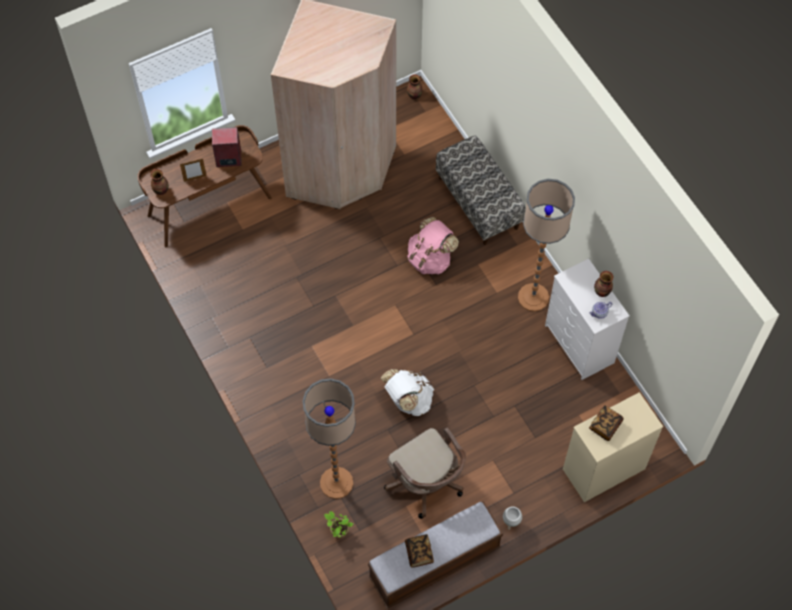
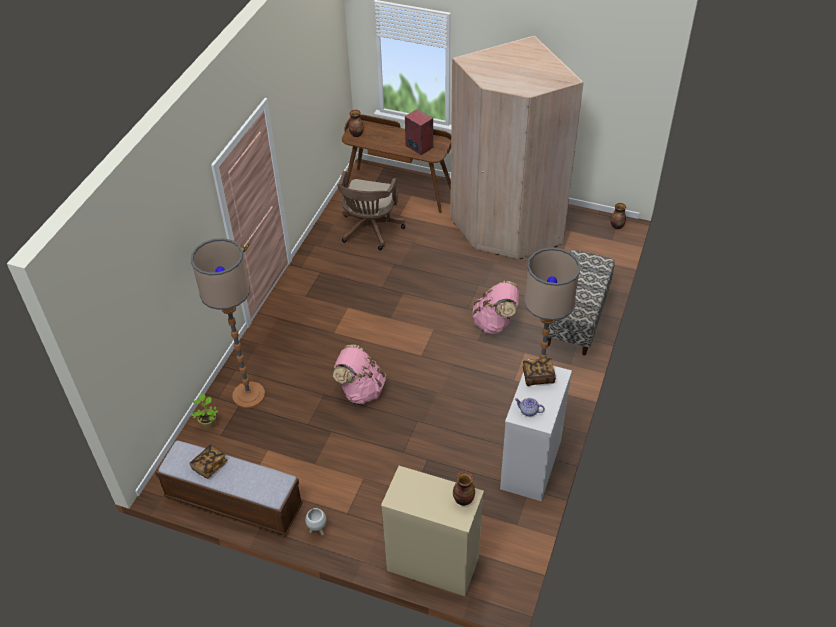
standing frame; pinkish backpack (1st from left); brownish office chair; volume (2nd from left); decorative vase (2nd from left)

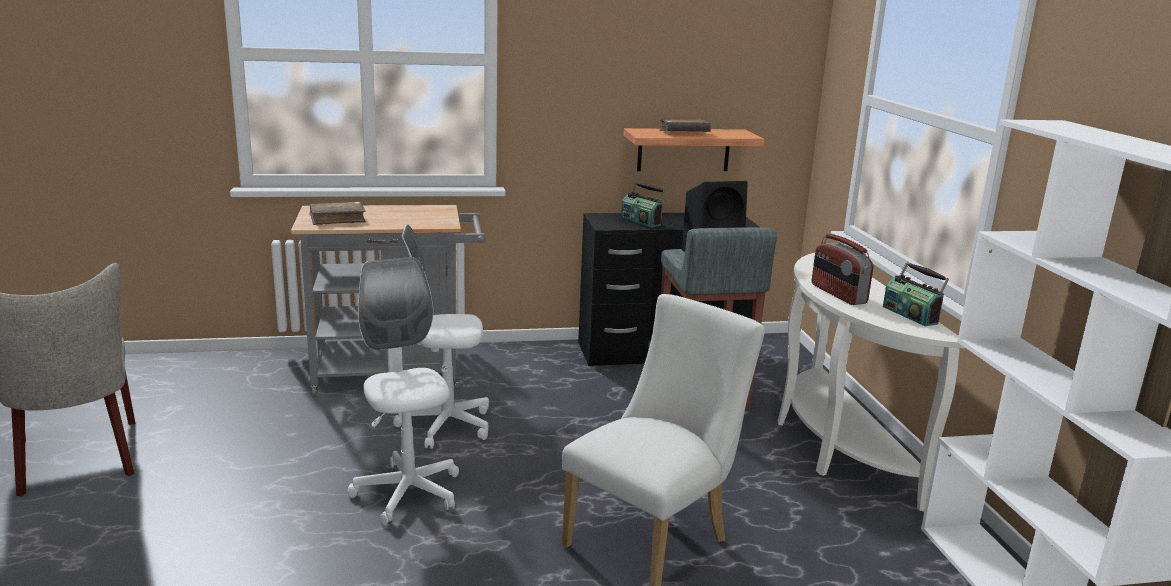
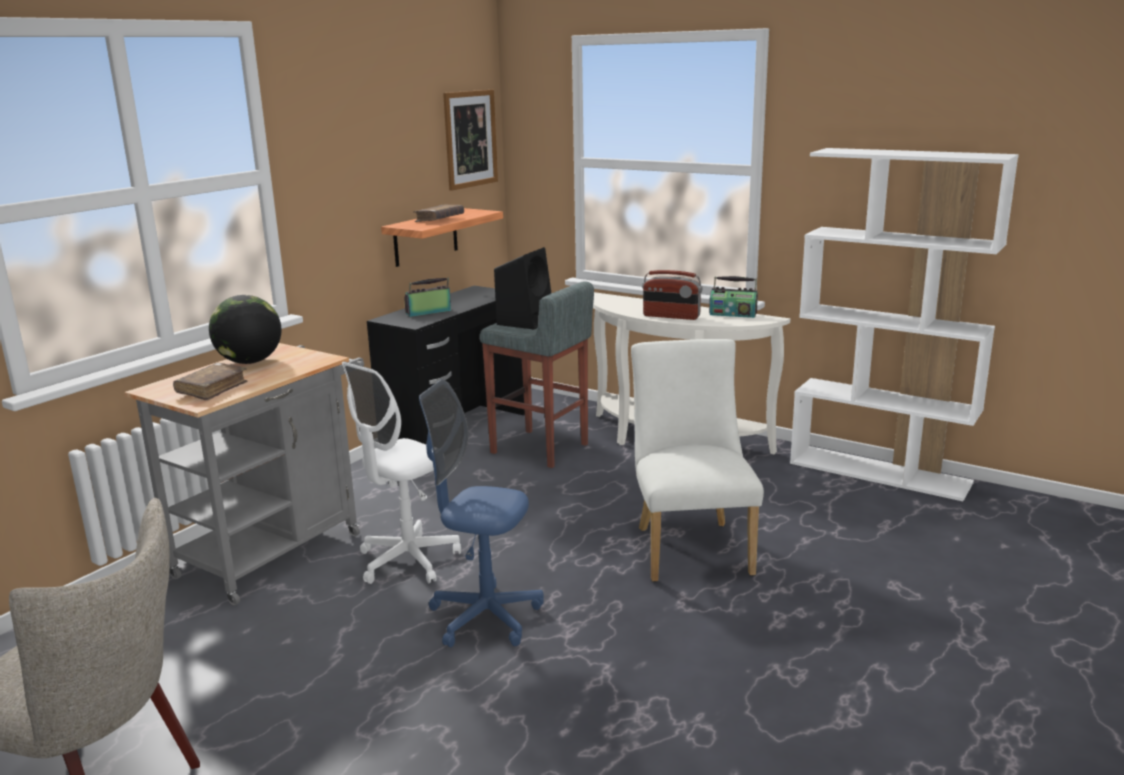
blue-coloured office chair; radio (1st from left); desk globe; wall art

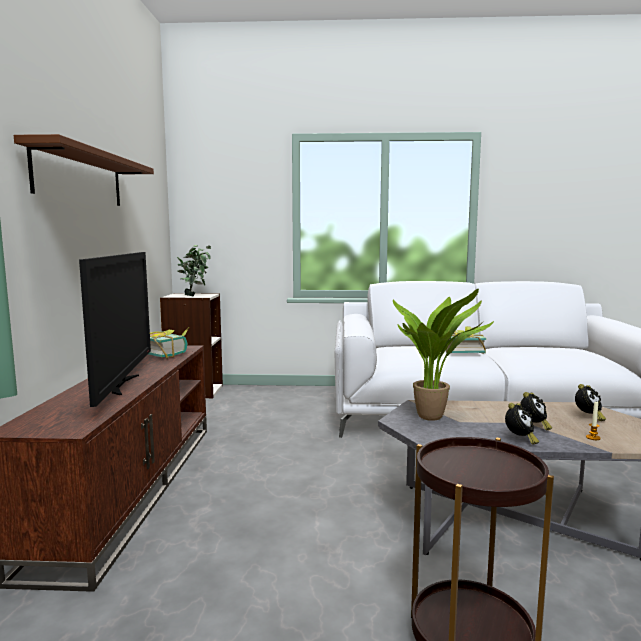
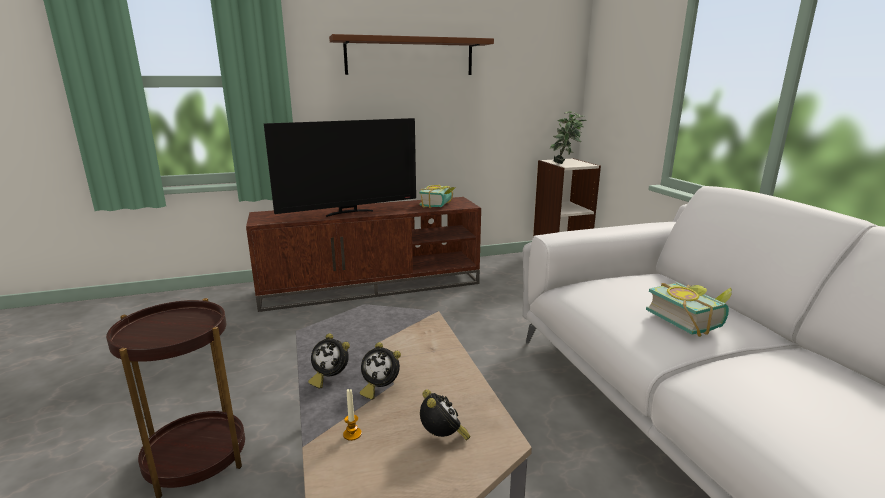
houseplant (2nd from left in the first image); table clock (3rd from left)

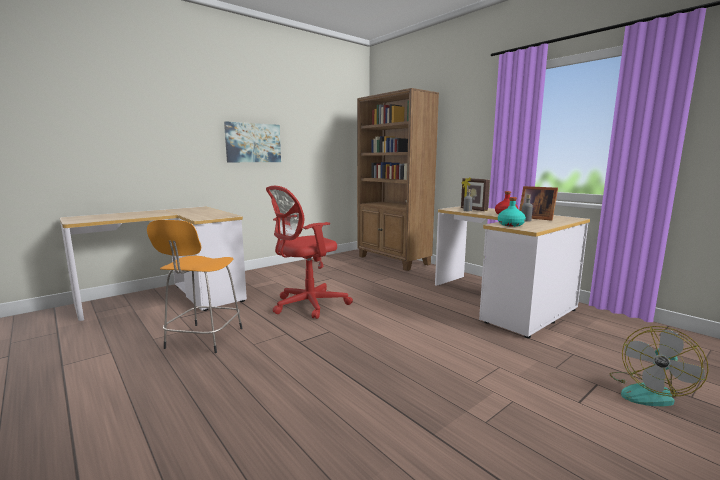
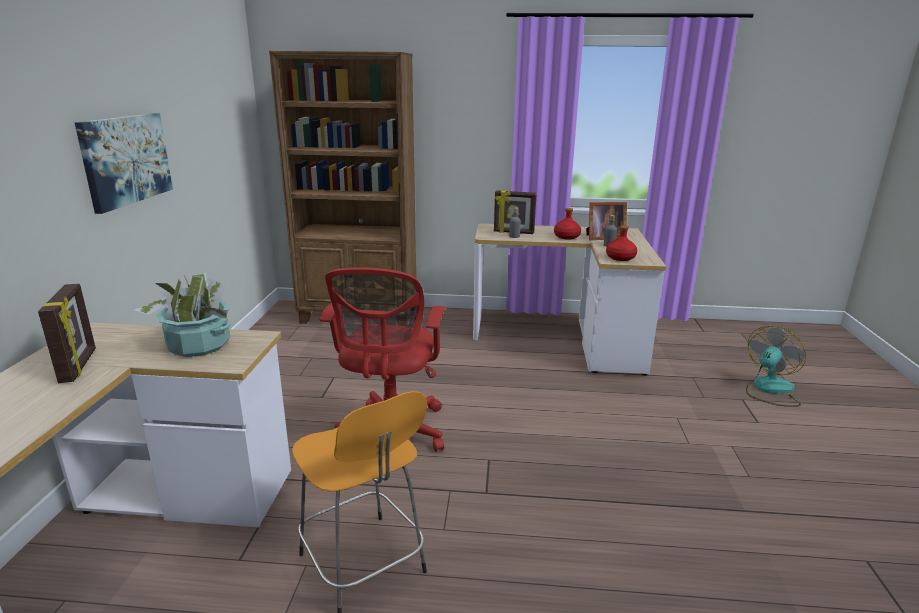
red-coloured beverage bottle (2nd from left); fan; standing frame (1st from left); houseplant

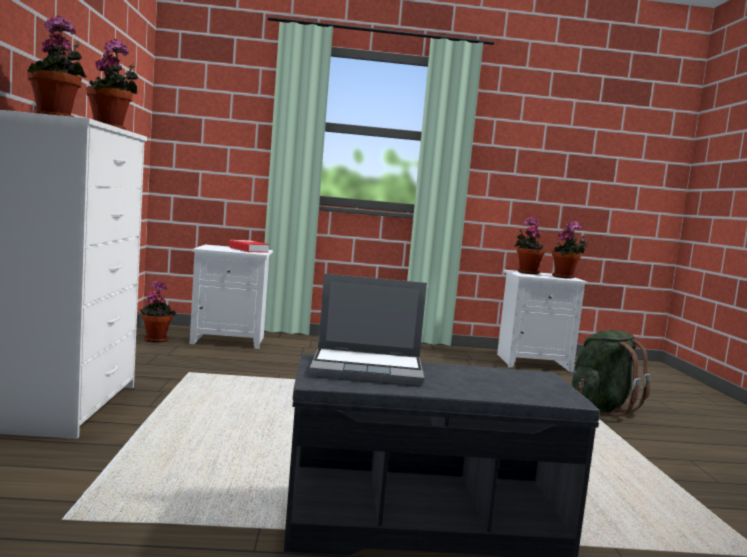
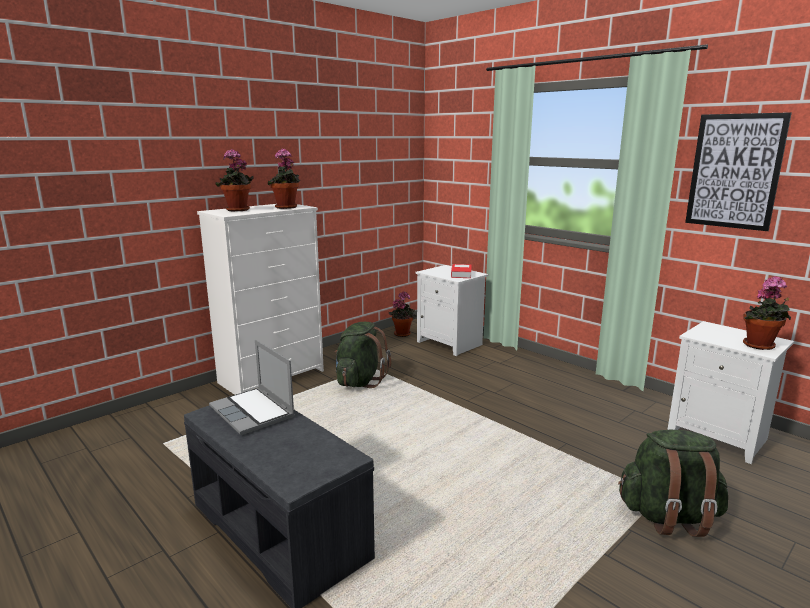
houseplant (4th from left in the first image); greenish backpack (1st from left); wall art

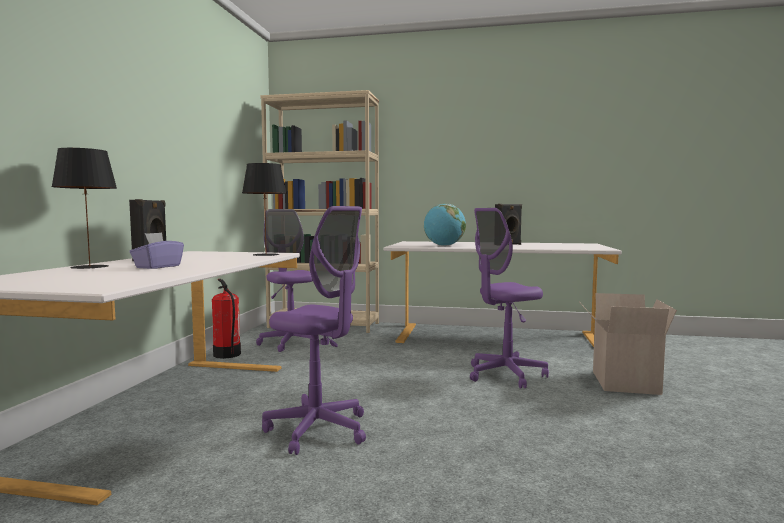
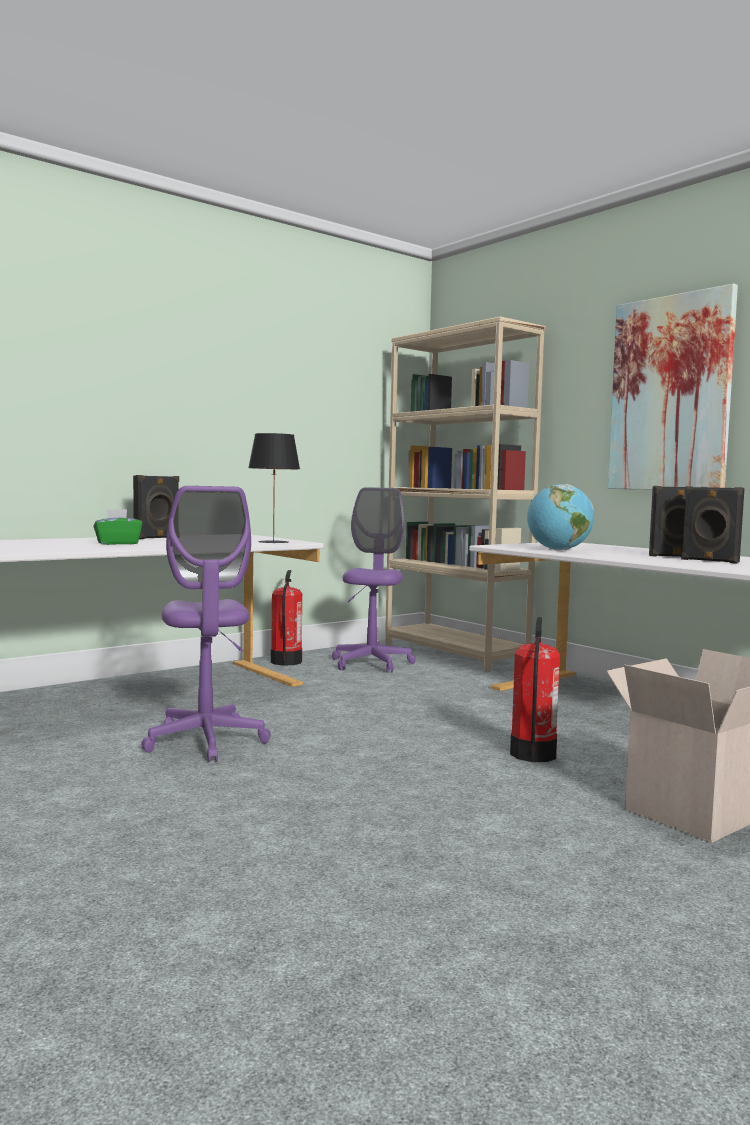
black-coloured tabletop lamp (1st from left in the first image); greenish tissue box; extinguisher (2nd from left); wall art; black-coloured audio speaker (3rd from left)

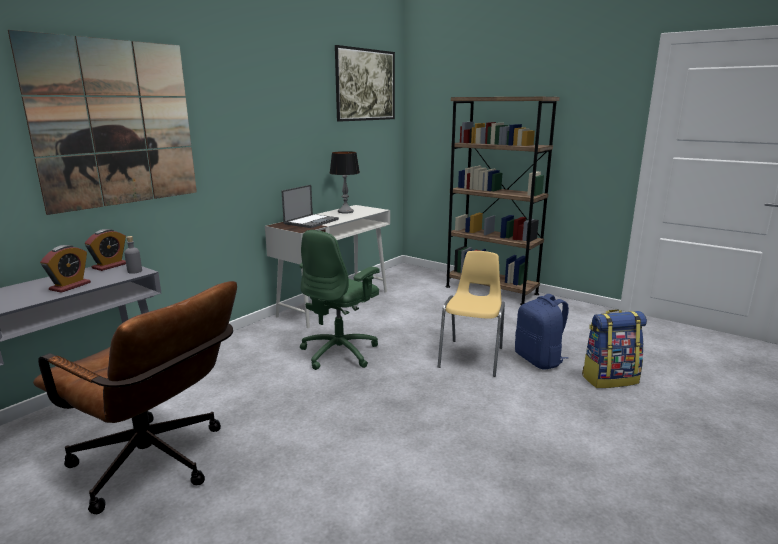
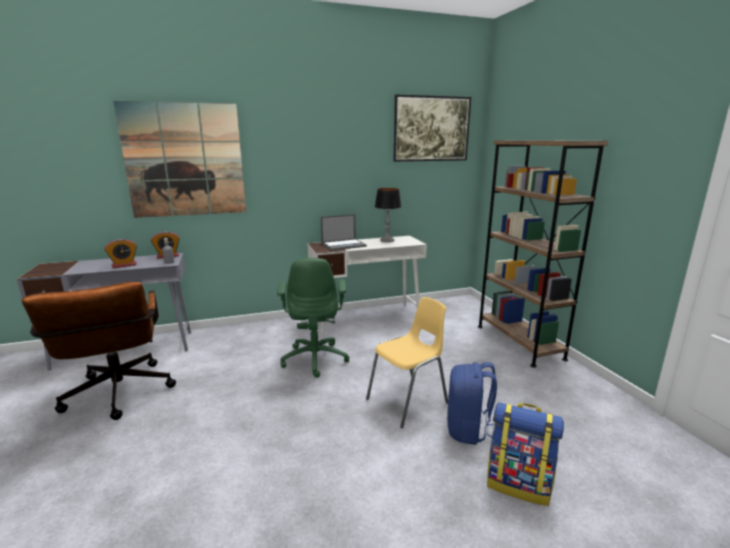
greenish office chair

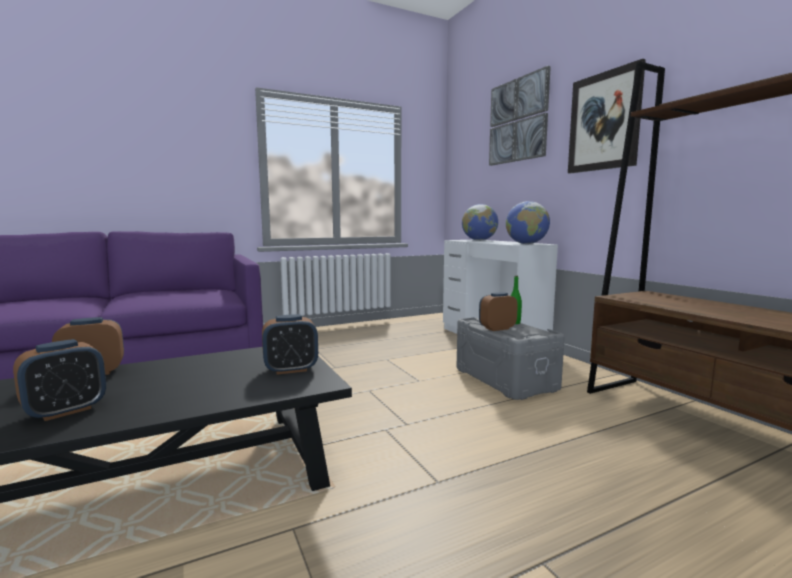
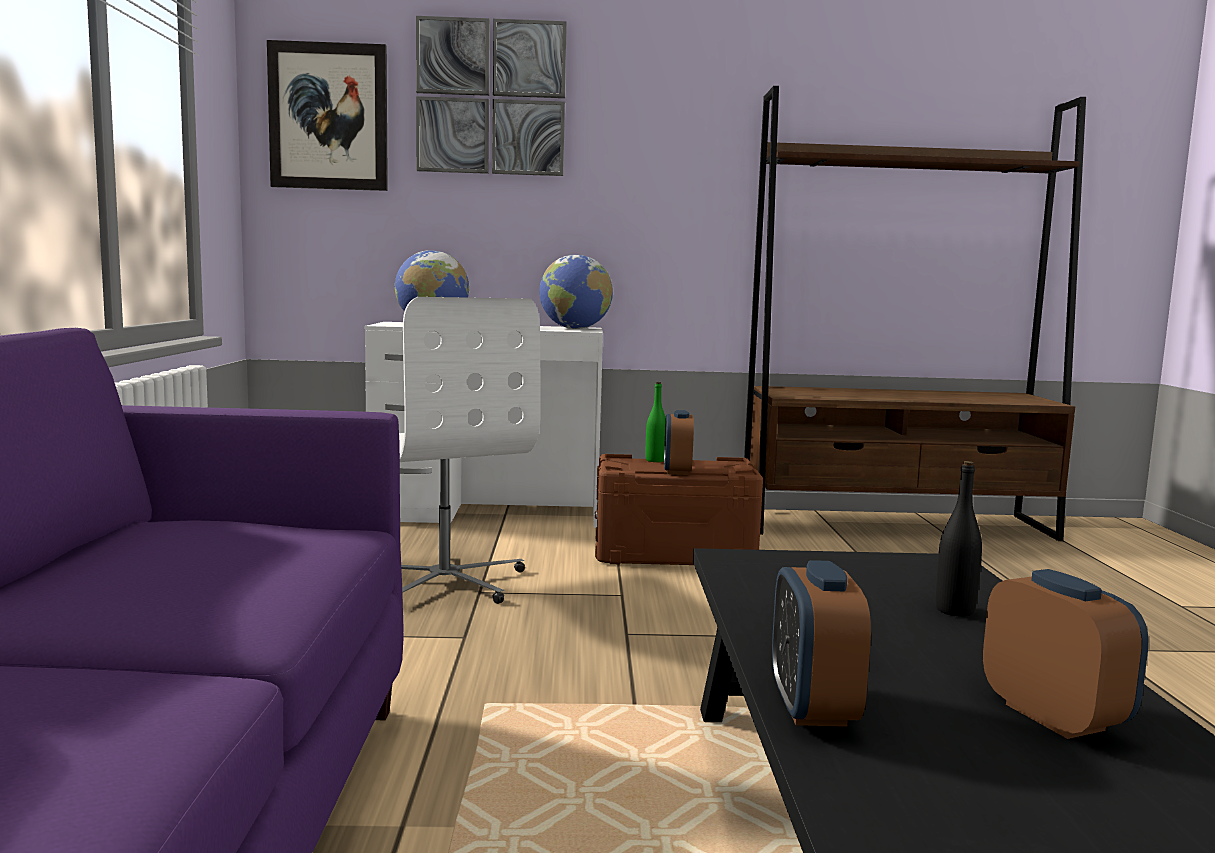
table clock (3rd from left in the first image); brownish storage box; wall art (1st from left); whitish office chair; black-coloured beverage bottle

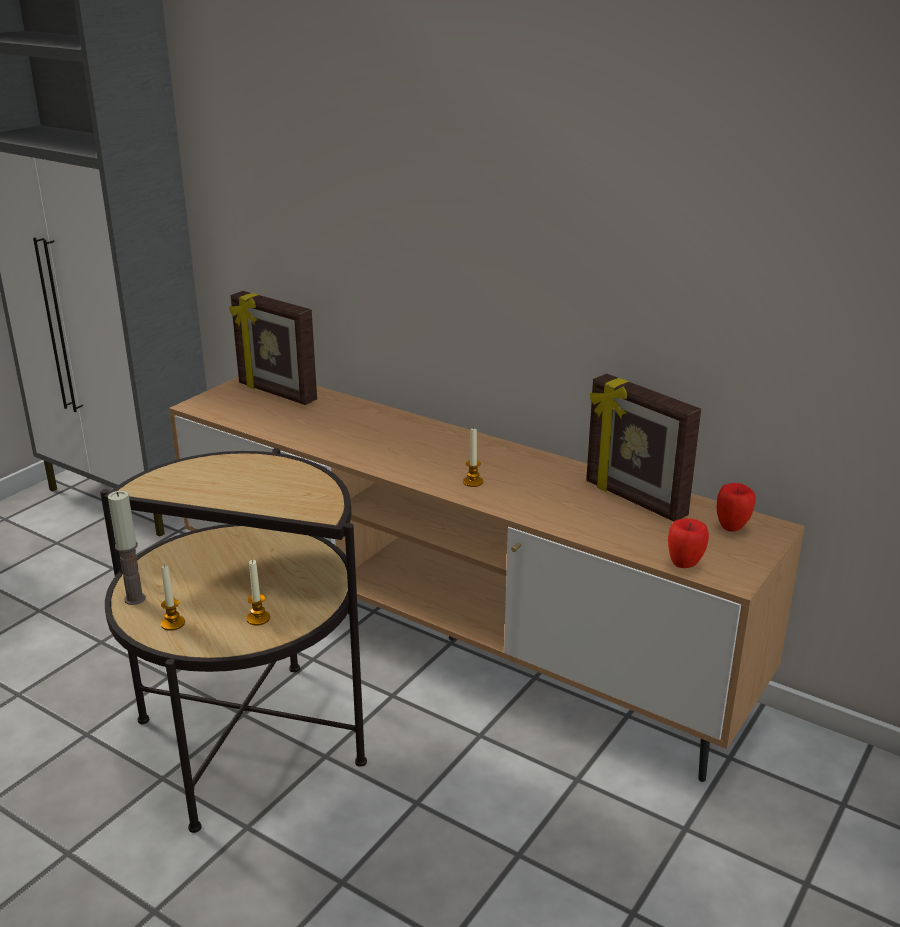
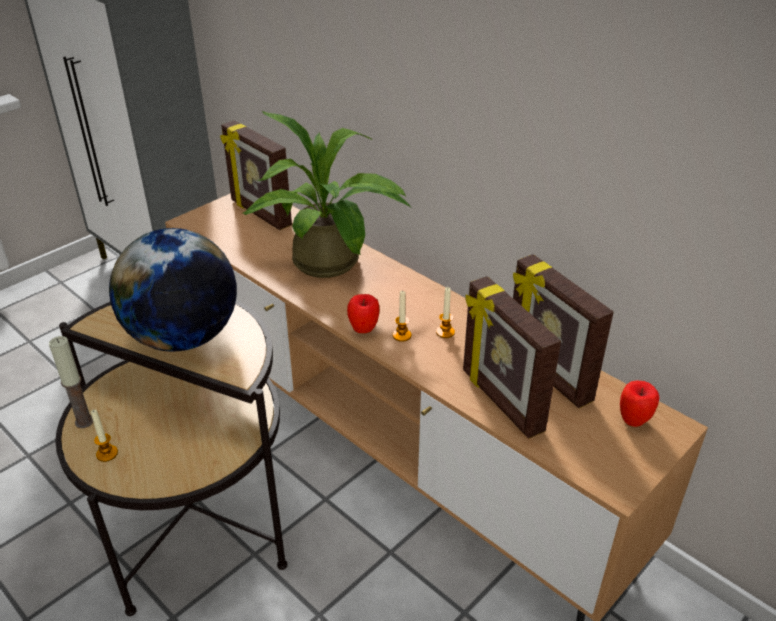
candle (4th from left); apple fruit (1st from left); desk globe; houseplant; standing frame (2nd from left)

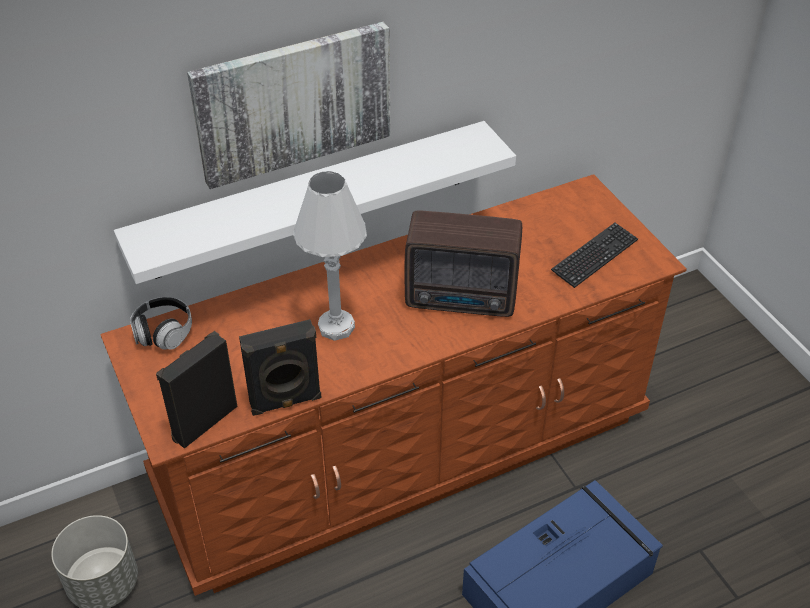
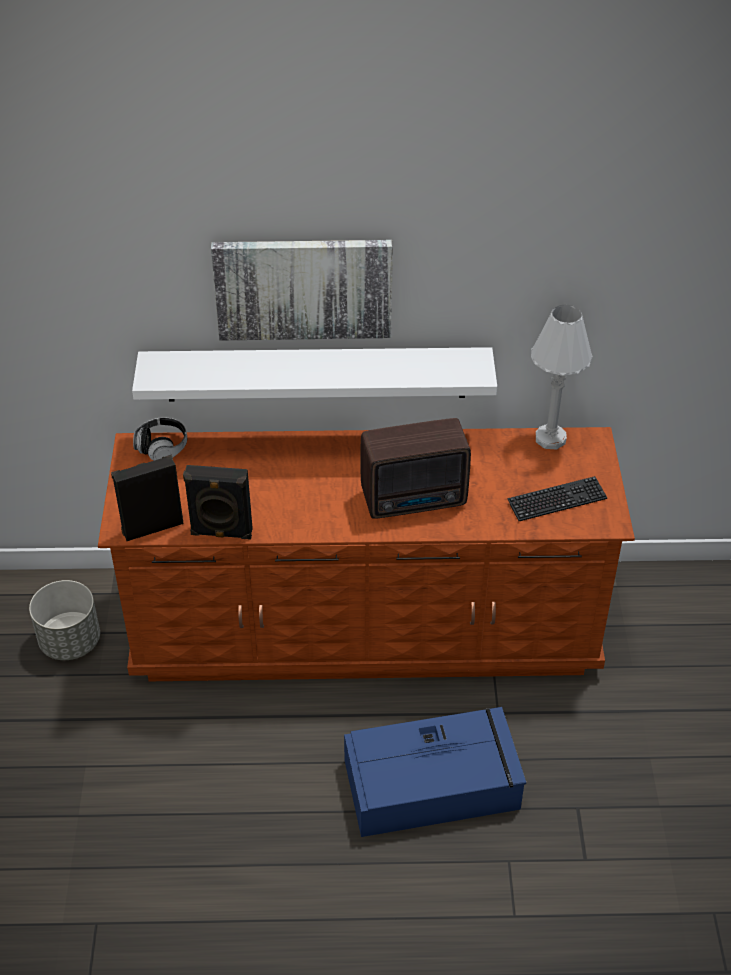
whitish tabletop lamp; radio

